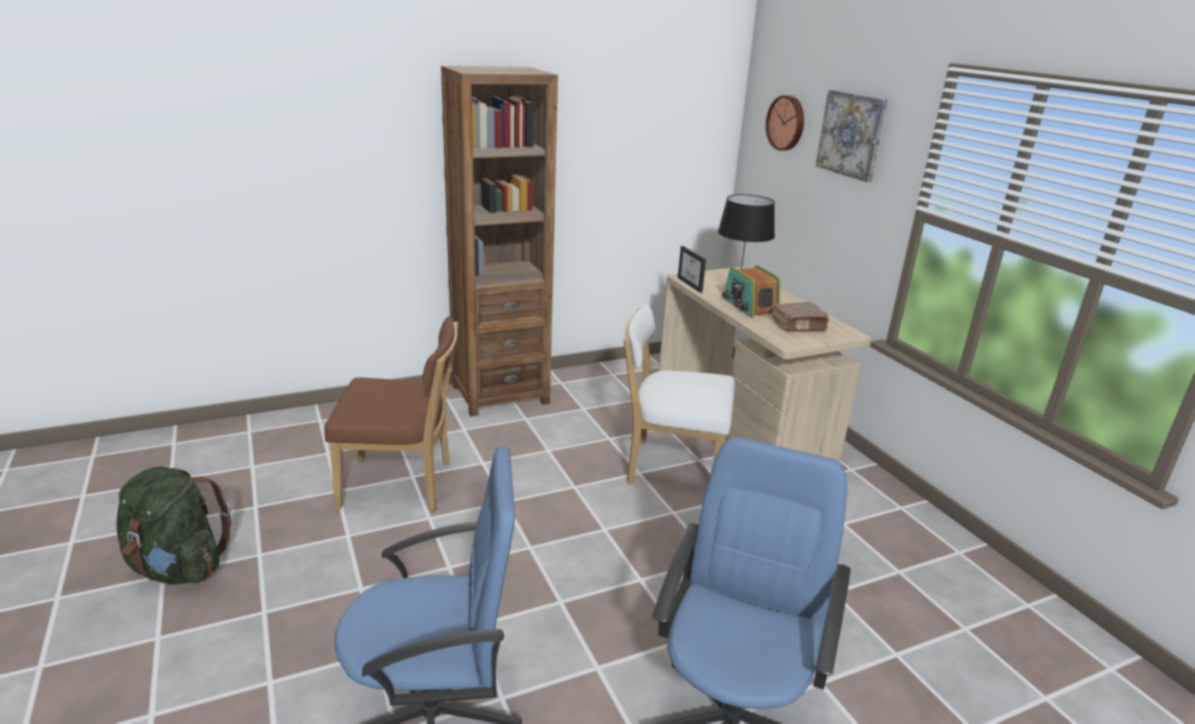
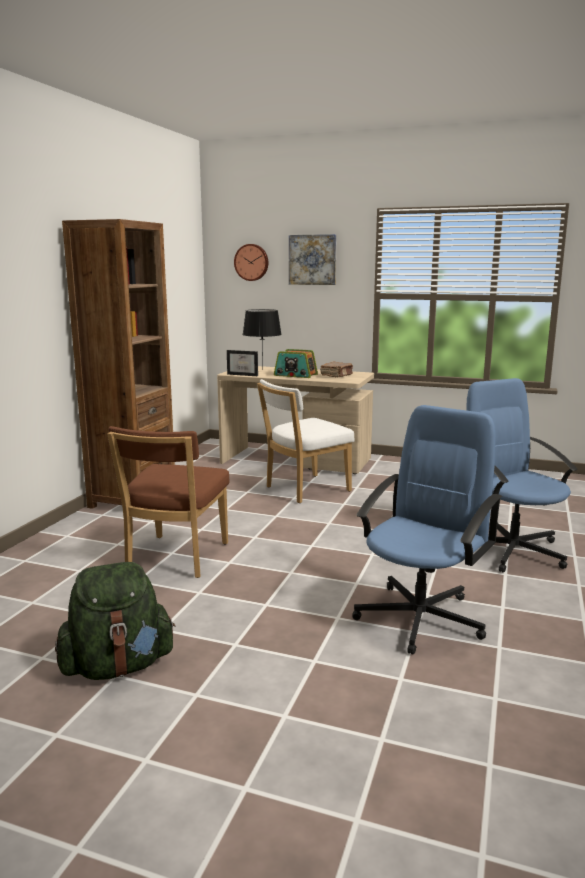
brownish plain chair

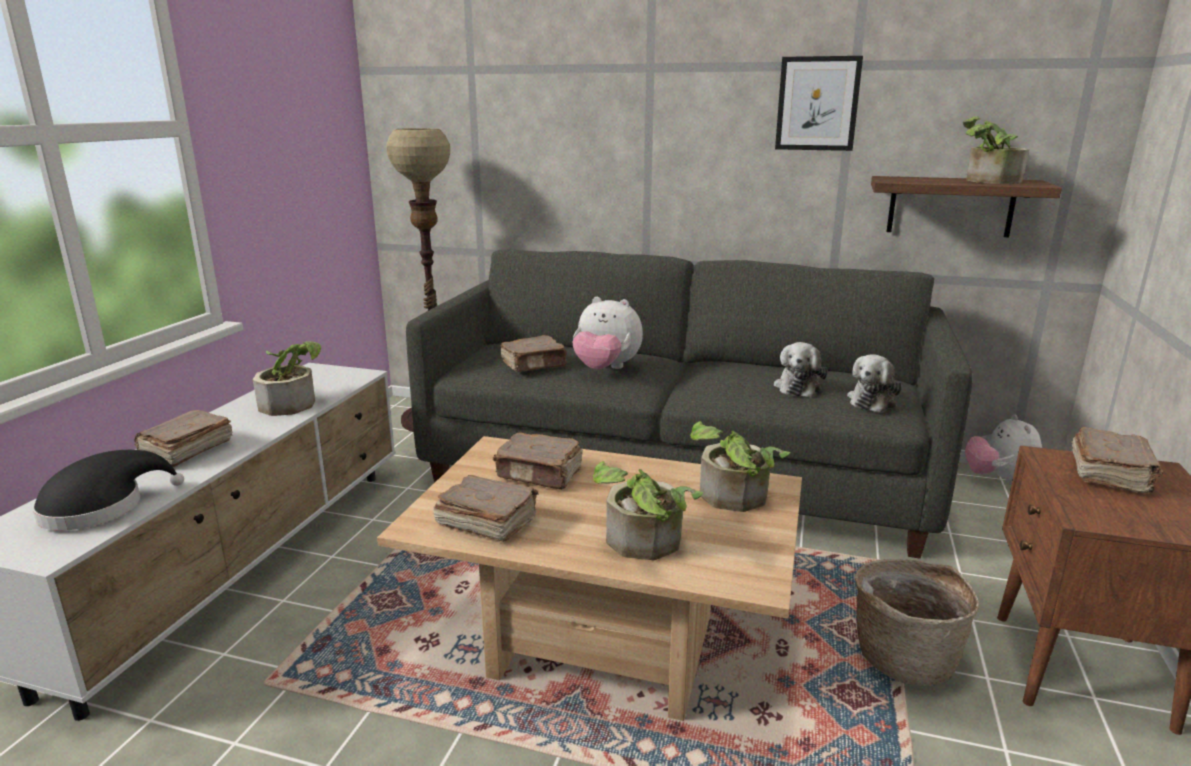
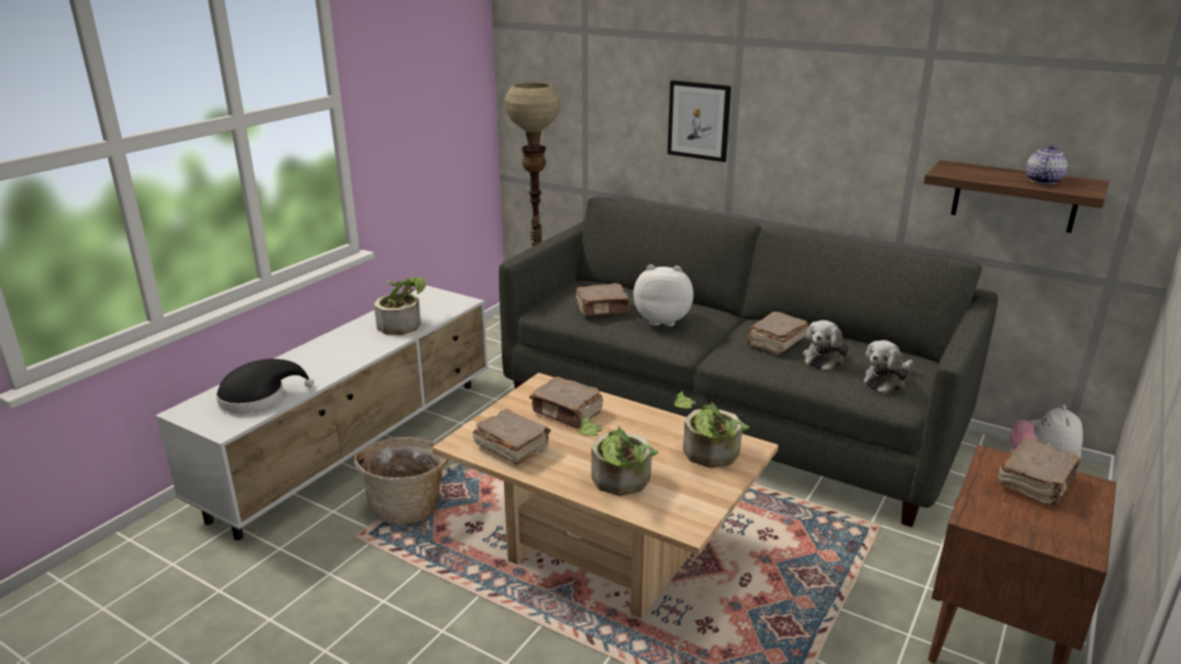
brownish volume (4th from left); cuddly toy (1st from left); wall art; basket; tea pot

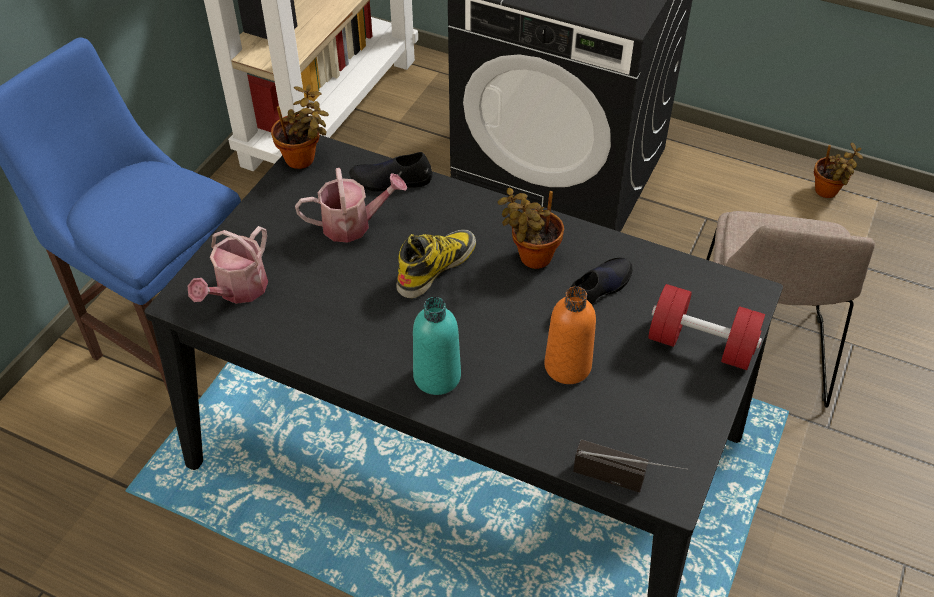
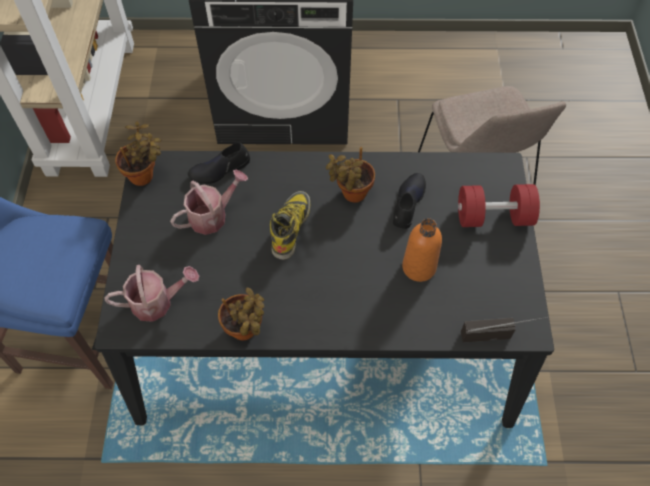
watering can (1st from left); turquoise-coloured beverage bottle; houseplant (2nd from left)

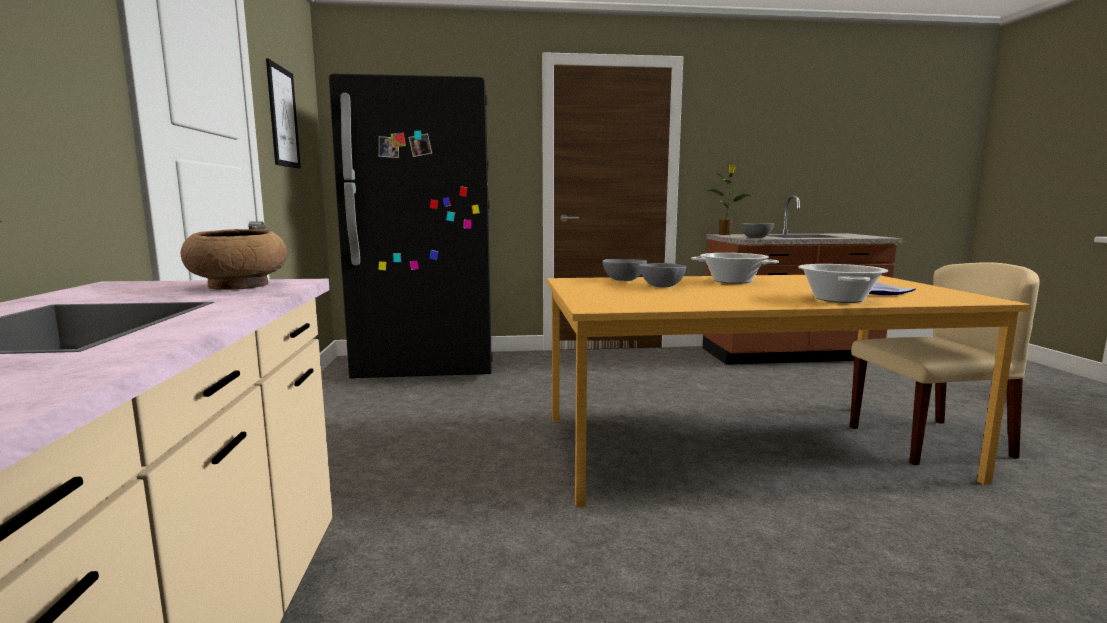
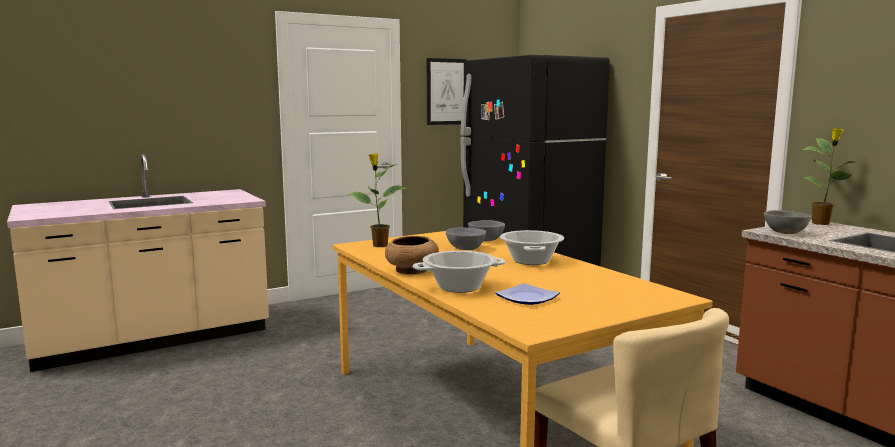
brownish deep dish; houseplant (1st from left)

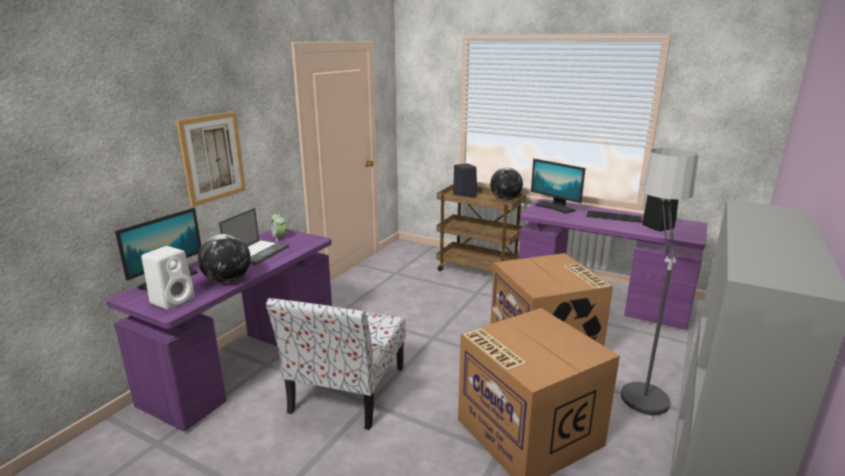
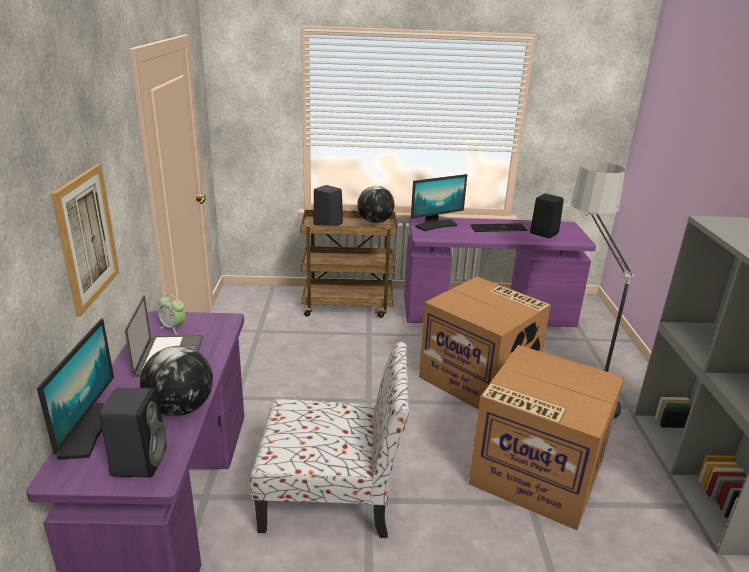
black-coloured audio speaker (1st from left); plain chair; computer screen (2nd from left)

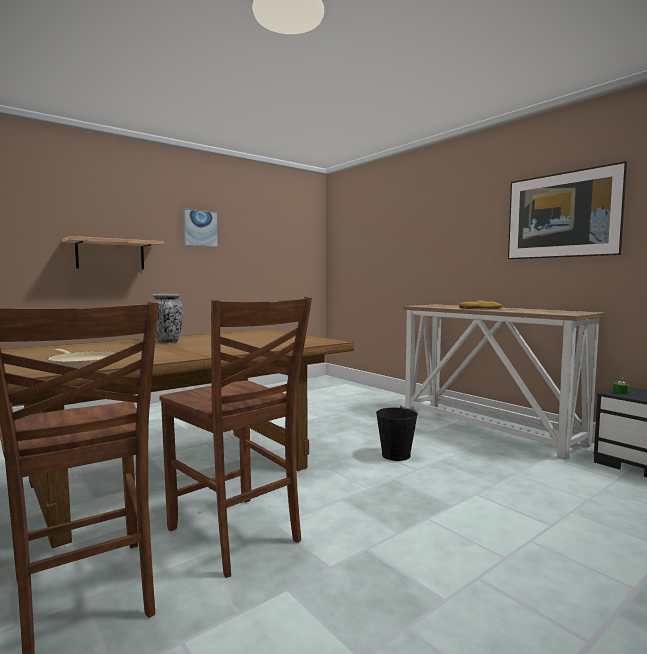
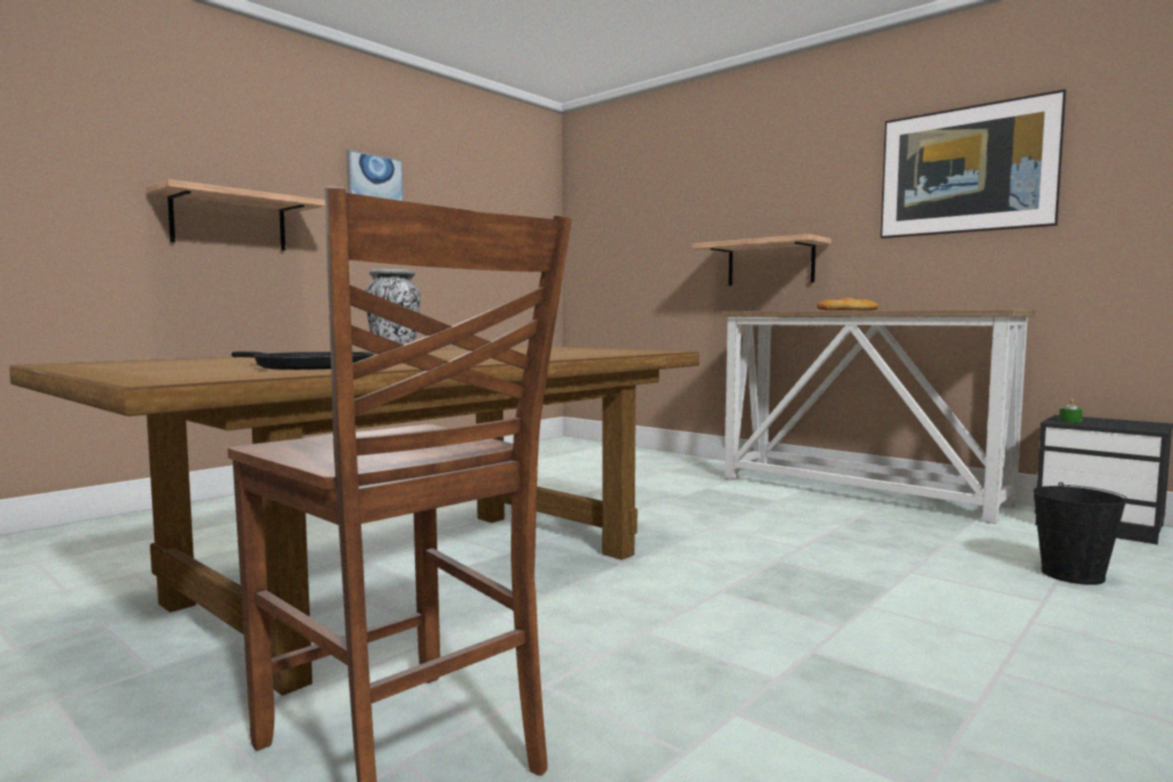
black-coloured skillet; brownish plain chair (2nd from left in the first image); black-coloured water bucket; shelf (2nd from left)

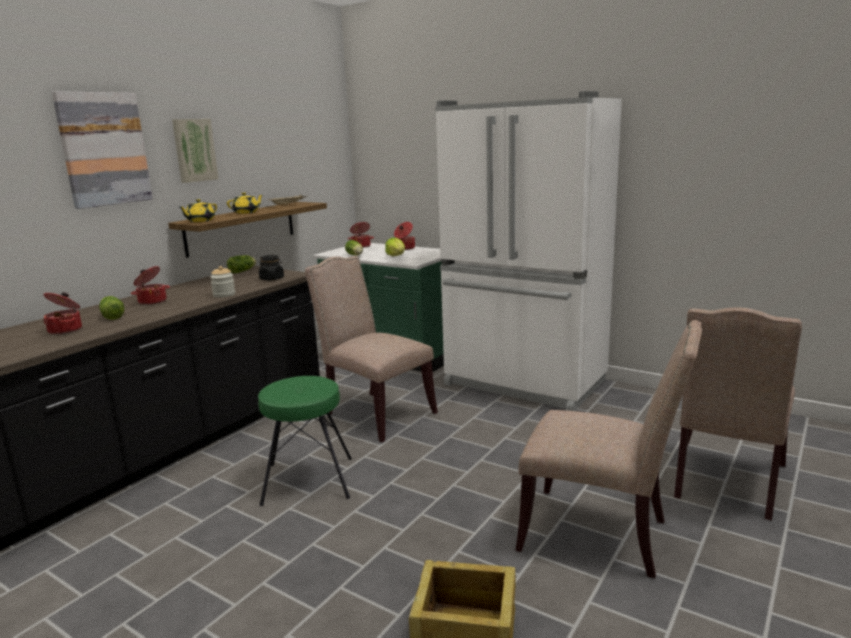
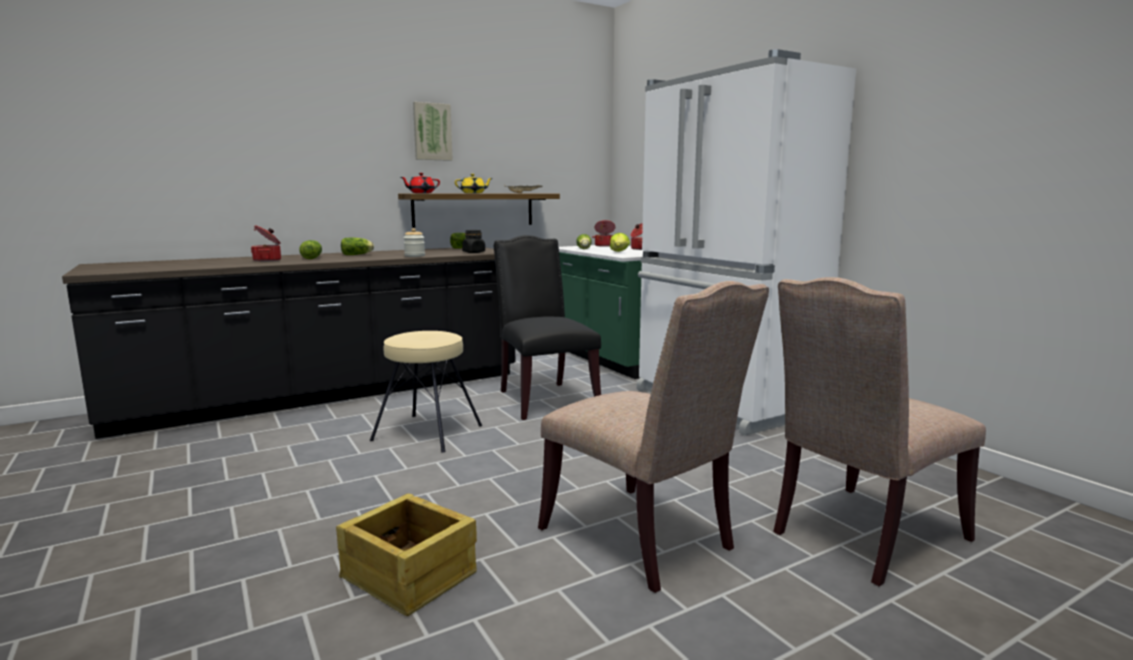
wall art (1st from left in the first image); lettuce head (2nd from left); red-coloured tea pot; beige stool; black-coloured plain chair

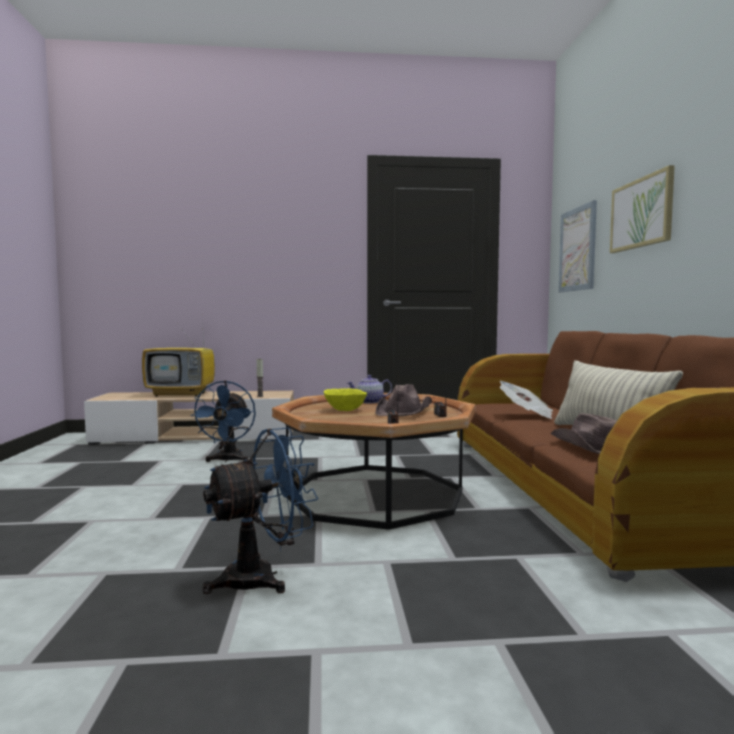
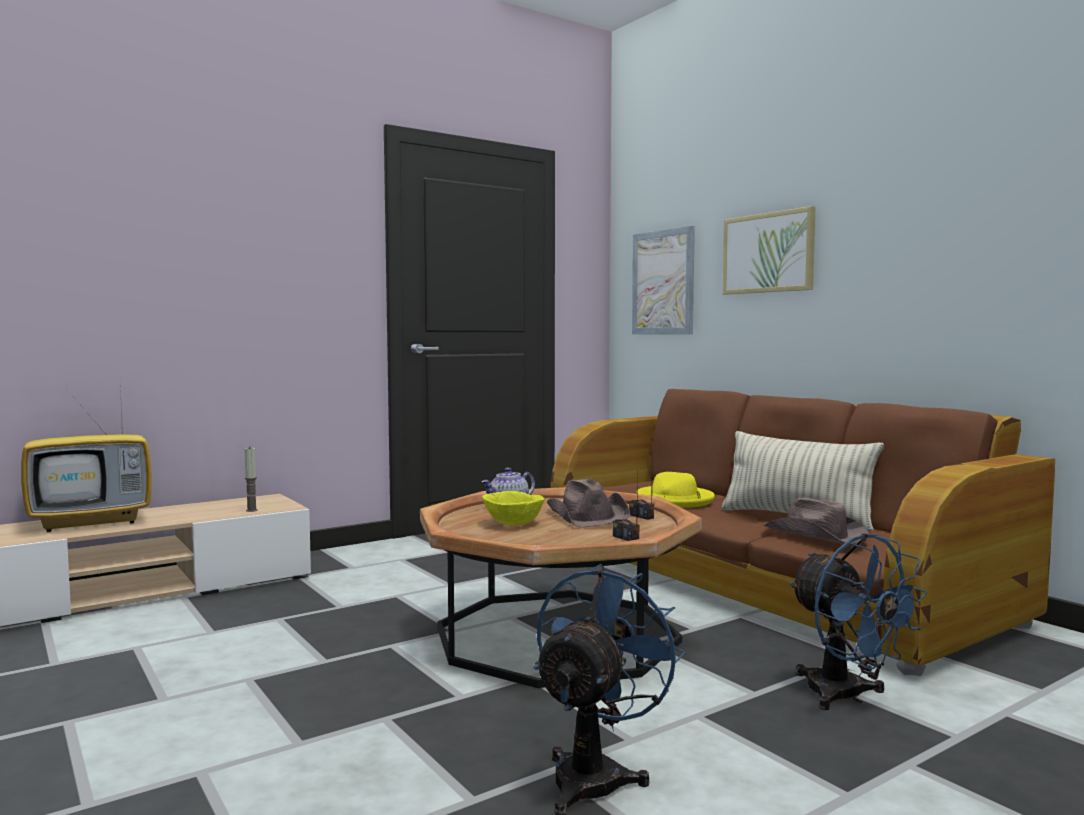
blue-coloured fan (2nd from left); yellow clothing hat

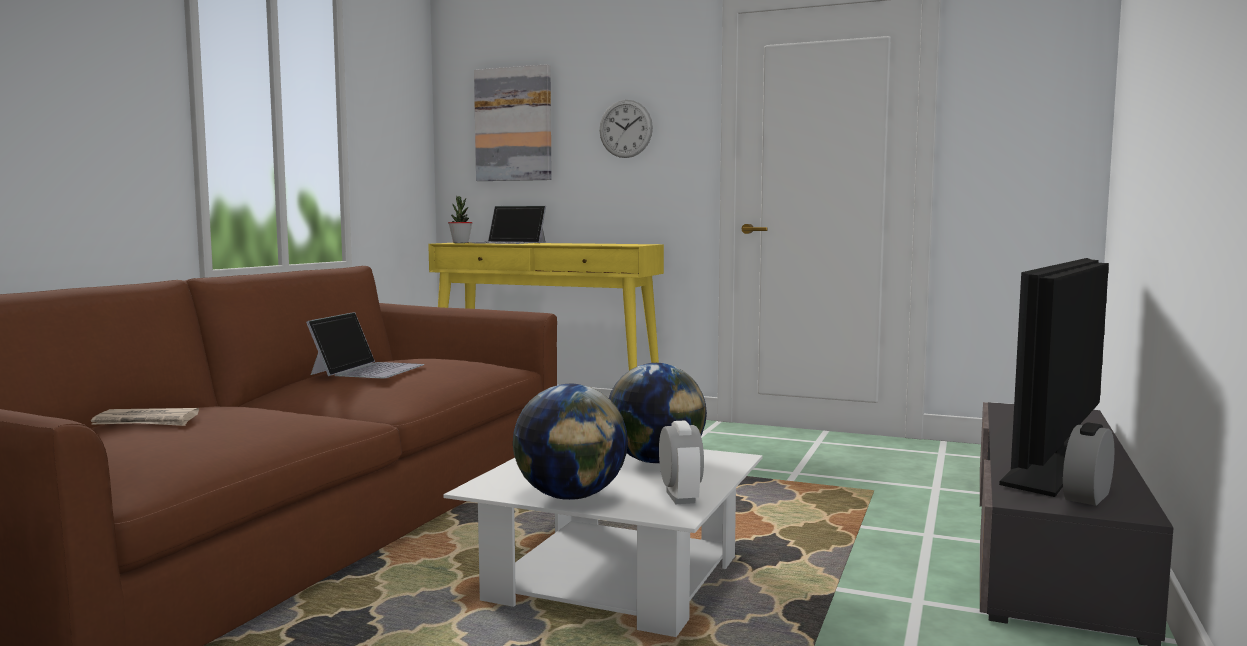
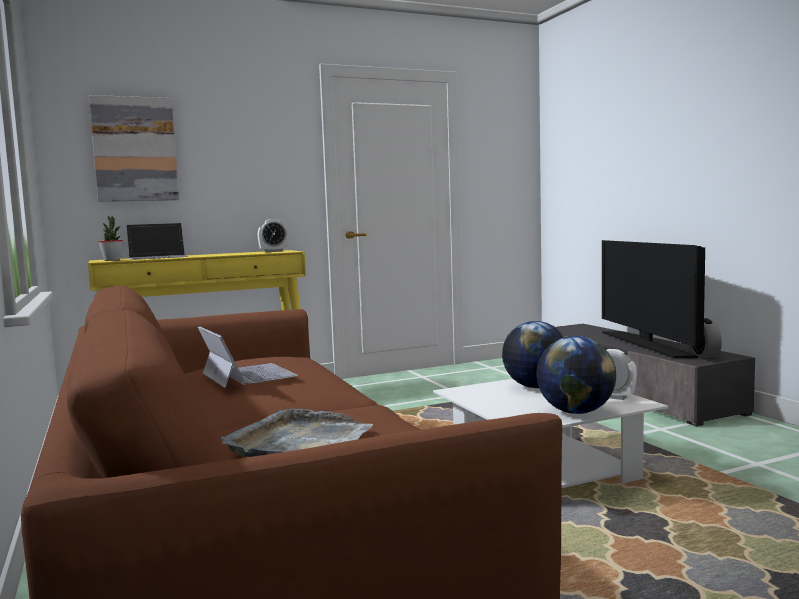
greyish serving tray; wall clock; table clock (1st from left)

